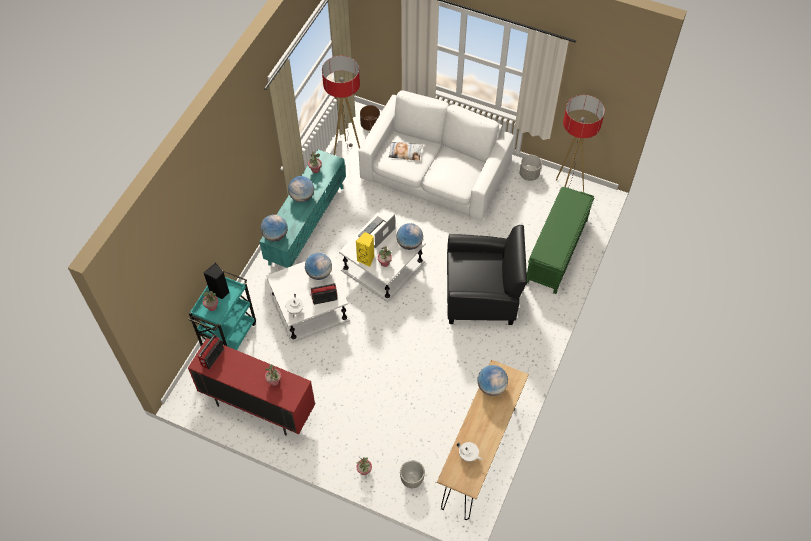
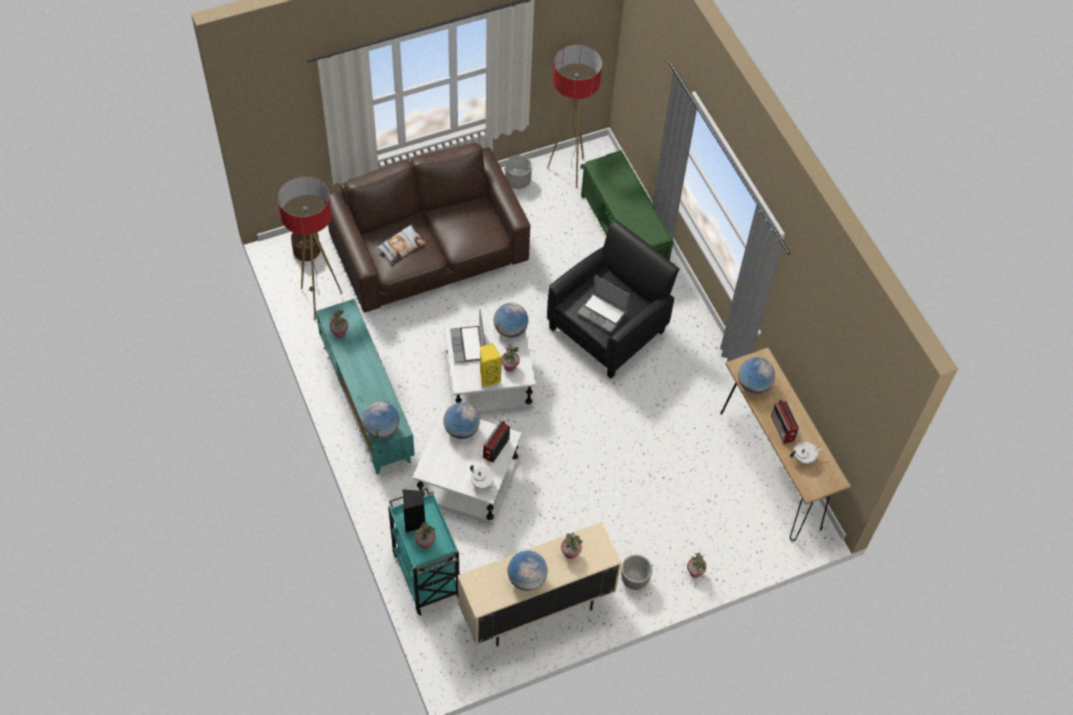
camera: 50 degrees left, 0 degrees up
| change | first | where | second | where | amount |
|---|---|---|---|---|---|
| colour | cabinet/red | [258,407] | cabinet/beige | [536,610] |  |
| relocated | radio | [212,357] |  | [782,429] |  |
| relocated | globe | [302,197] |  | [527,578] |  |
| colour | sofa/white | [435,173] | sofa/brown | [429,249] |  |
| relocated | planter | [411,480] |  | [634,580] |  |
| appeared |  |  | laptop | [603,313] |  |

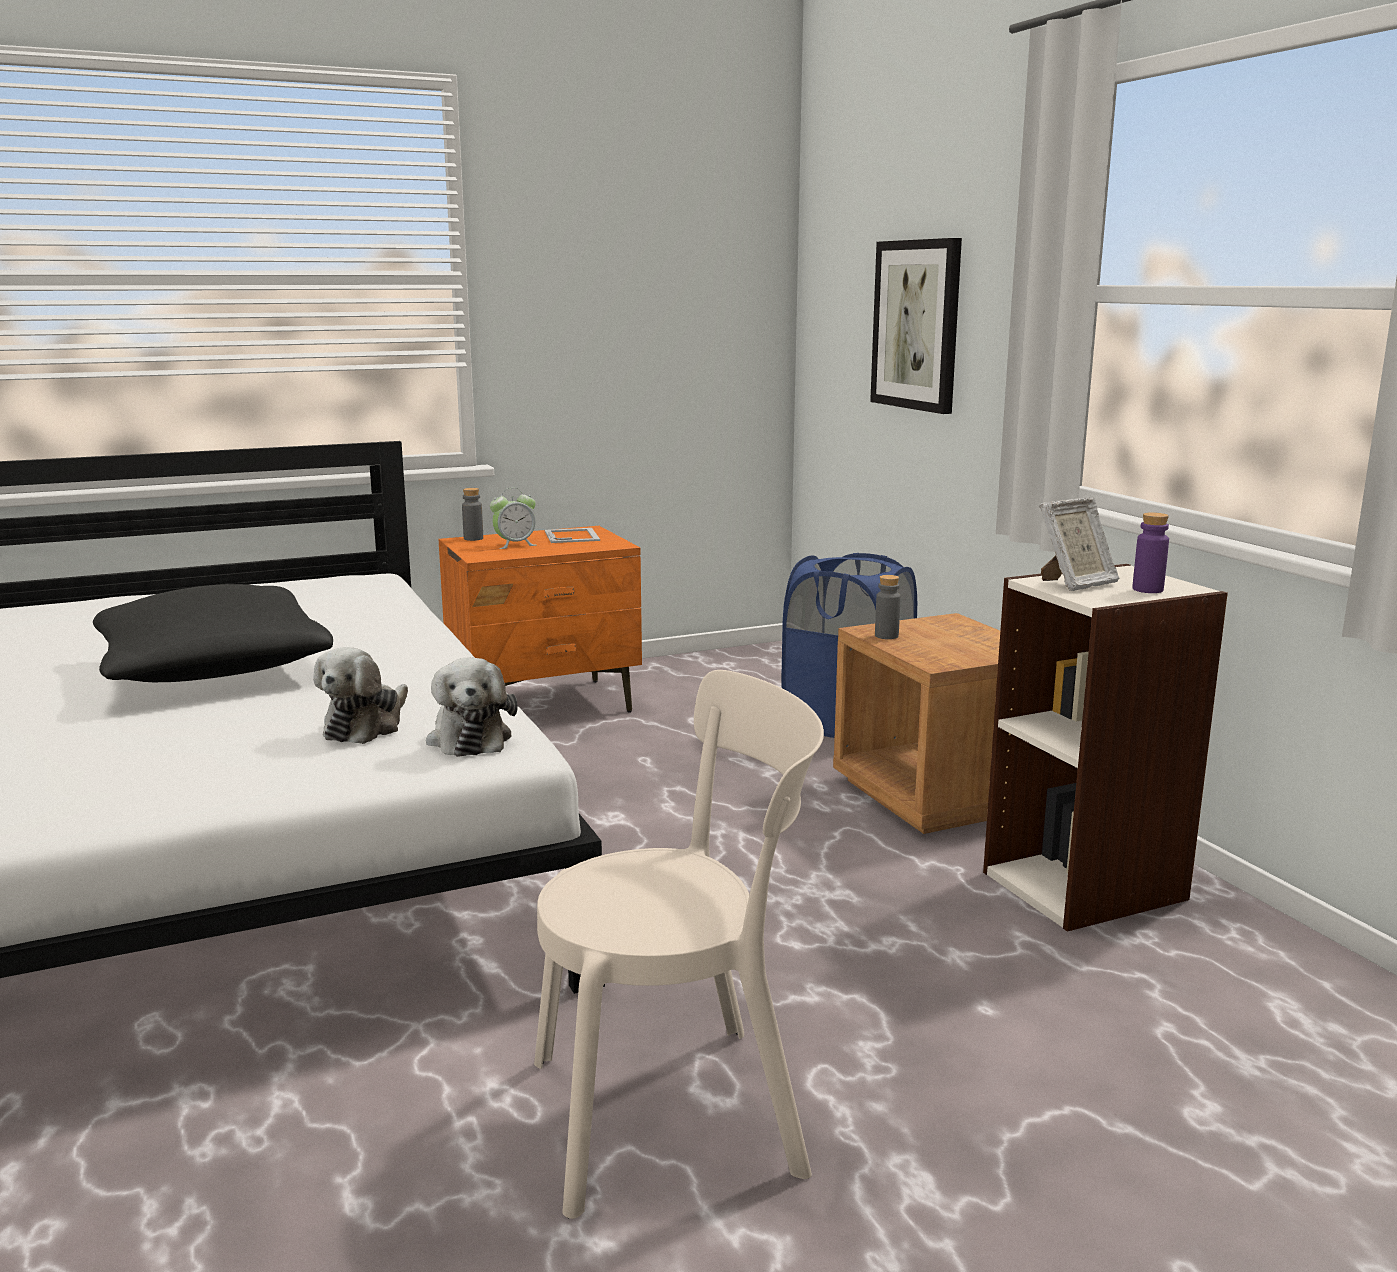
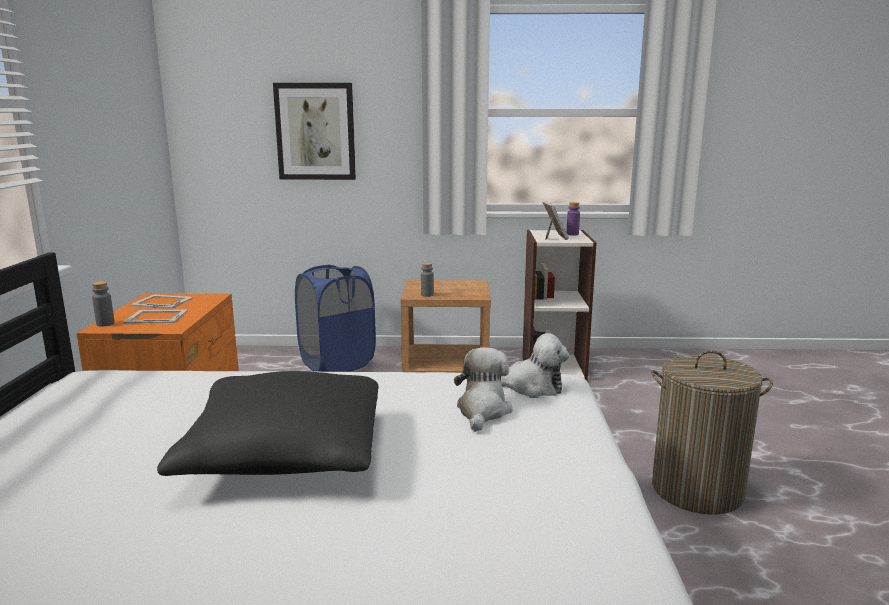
camera: 65 degrees left, 0 degrees up
| change | first | where | second | where | amount |
|---|---|---|---|---|---|
| spun | plush toy | [366,725] |  | [482,411] | 120 degrees counterclockwise |
| exchanged | alarm clock | [515,545] | picture frame | [155,316] |  |
| exchanged | chair/beige | [680,1112] | laundry basket | [697,490] |  |

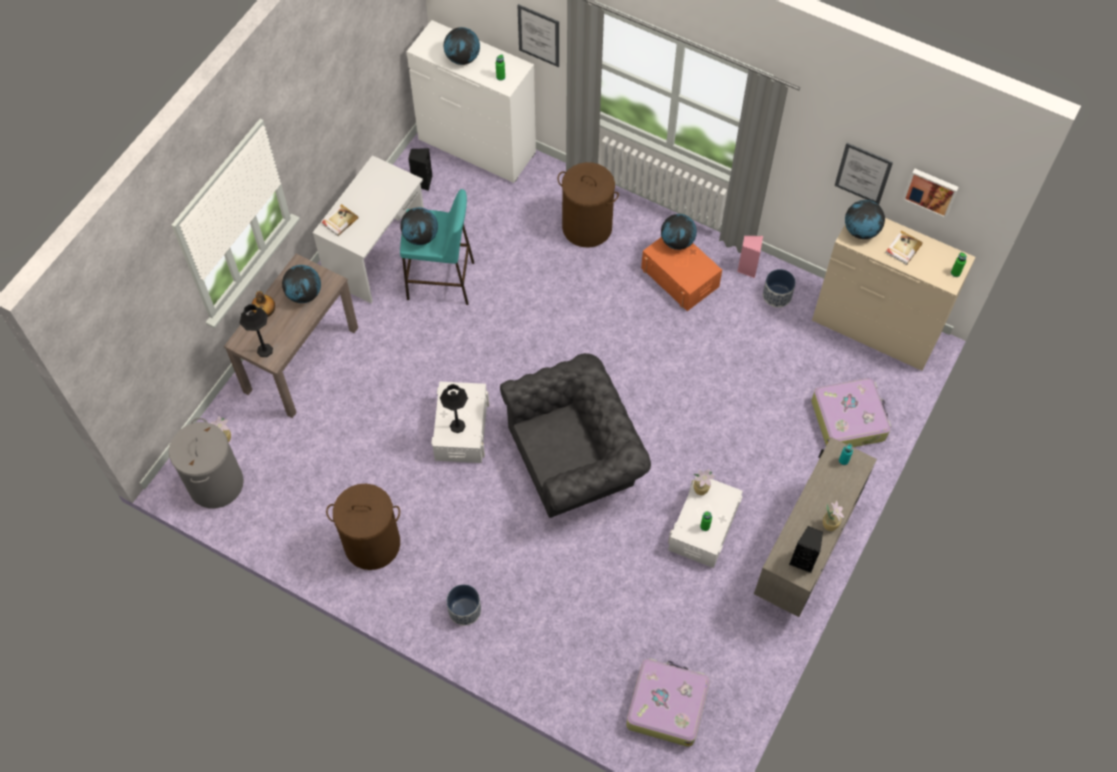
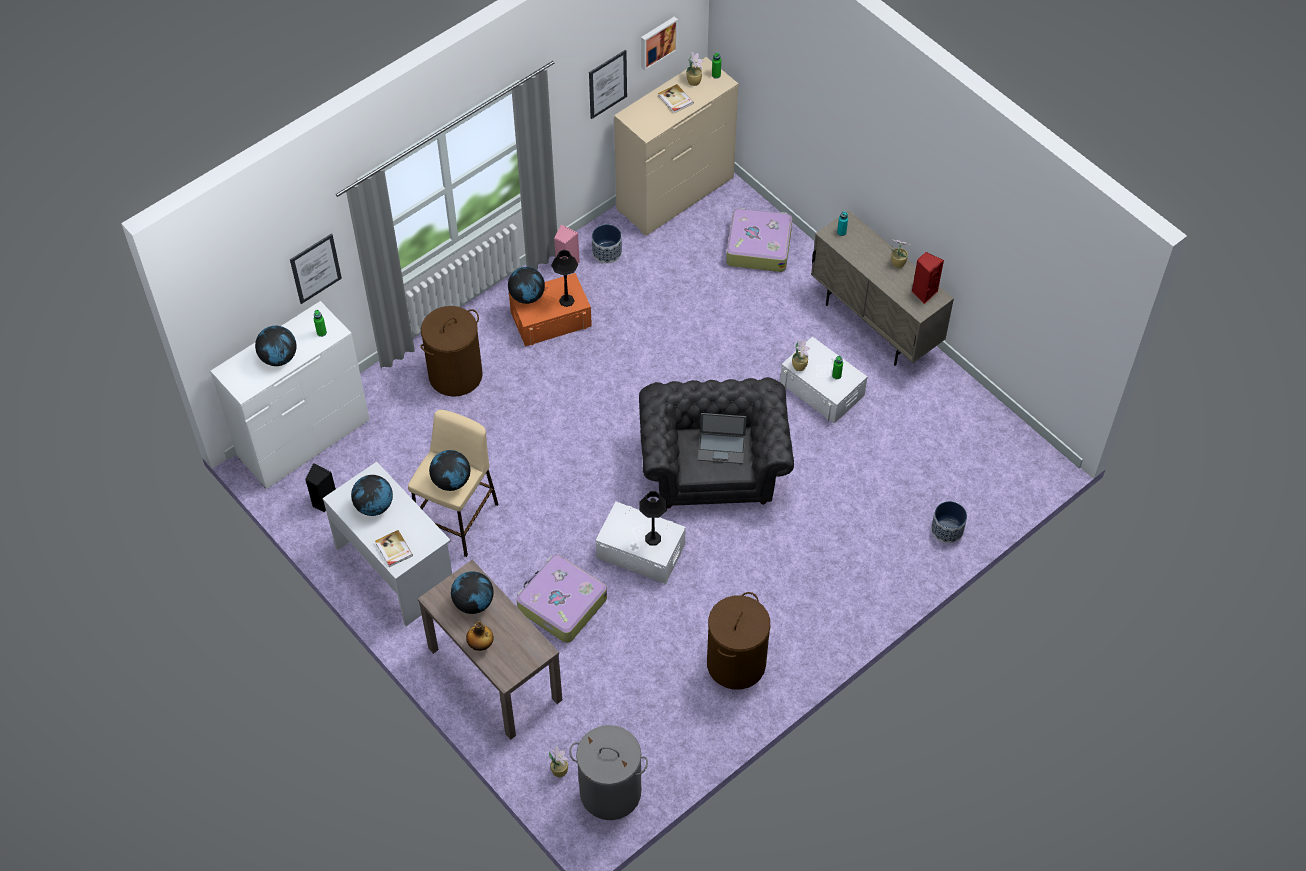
camera: 70 degrees left, 5 degrees down
| change | first | where | second | where | amount |
|---|---|---|---|---|---|
| relocated | table lamp/black | [264,350] |  | [566,300] |  |
| colour | stool/turquoise | [441,281] | stool/beige | [458,519] |  |
| relocated | planter | [465,610] |  | [947,529] |  |
| relocated | suitcase | [666,705] |  | [561,604] |  |
| colour | speaker/black | [803,560] | speaker/red | [923,292] |  |
| relocated | globe | [860,231] |  | [374,506] |  |
| appeared |  |  | potted plant | [694,81] |  |
| appeared |  |  | laptop | [722,447] |  |

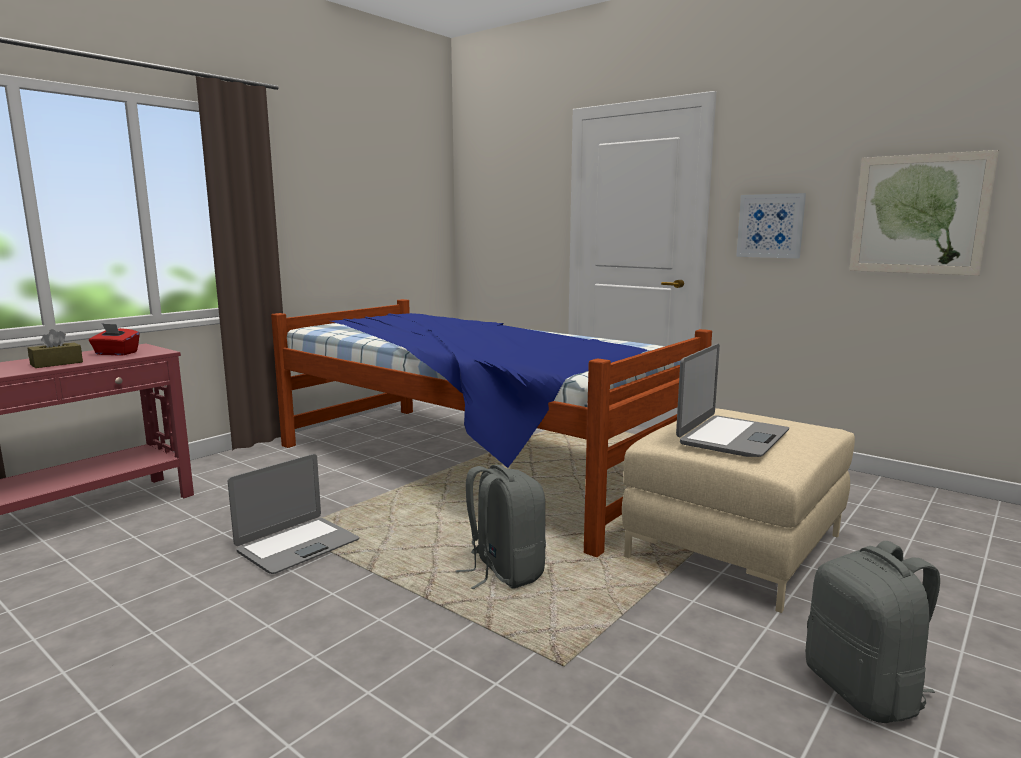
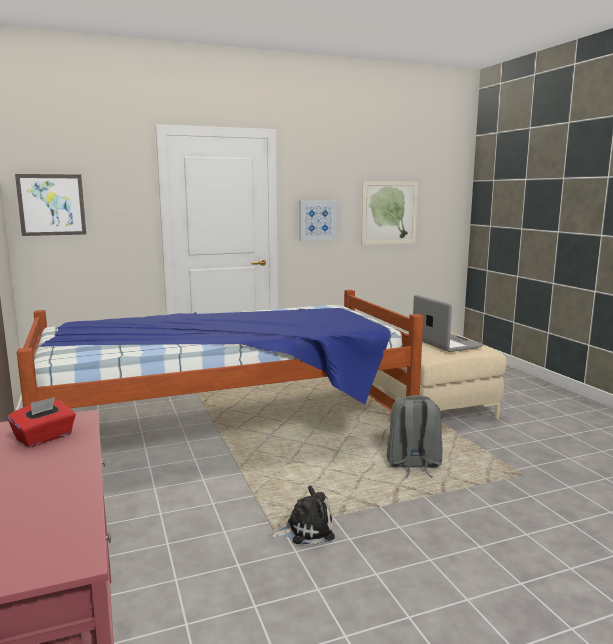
camera: 60 degrees left, 0 degrees up
| change | first | where | second | where | amount |
|---|---|---|---|---|---|
| missing | tissue box/brown | [56,363] |  |  |  |
| exchanged | laptop | [297,546] | plush toy | [306,530] |  |
| missing | backpack/grey | [864,691] |  |  |  |
| appeared |  |  | picture | [51,205] |  |

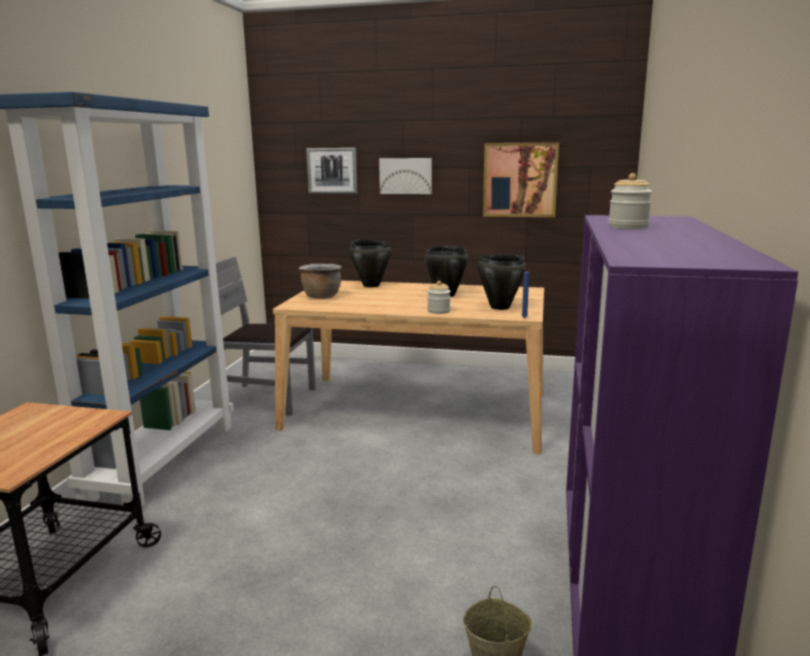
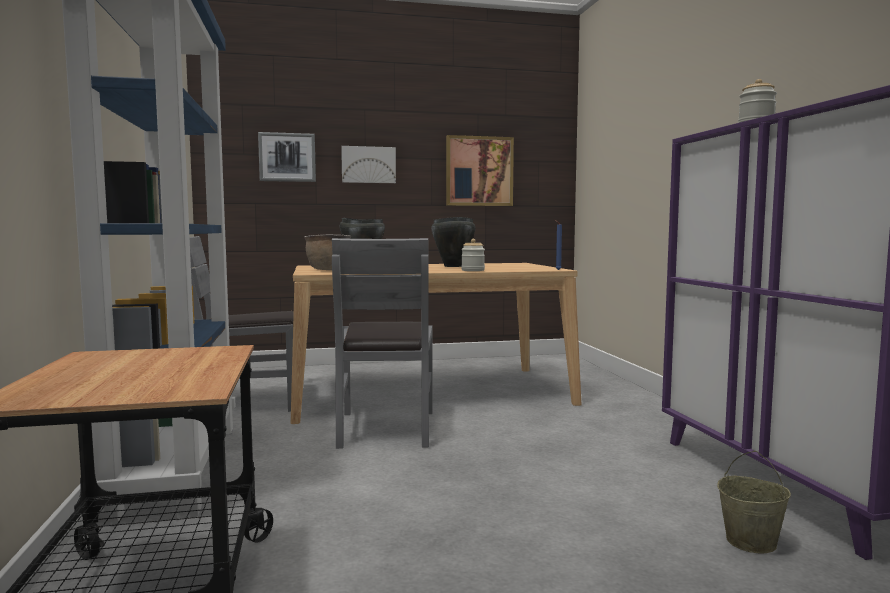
camera: 25 degrees left, 10 degrees down
| change | first | where | second | where | amount |
|---|---|---|---|---|---|
| missing | cooking pot/black | [499,307] |  |  |  |
| appeared |  |  | chair/grey | [385,428] |  |

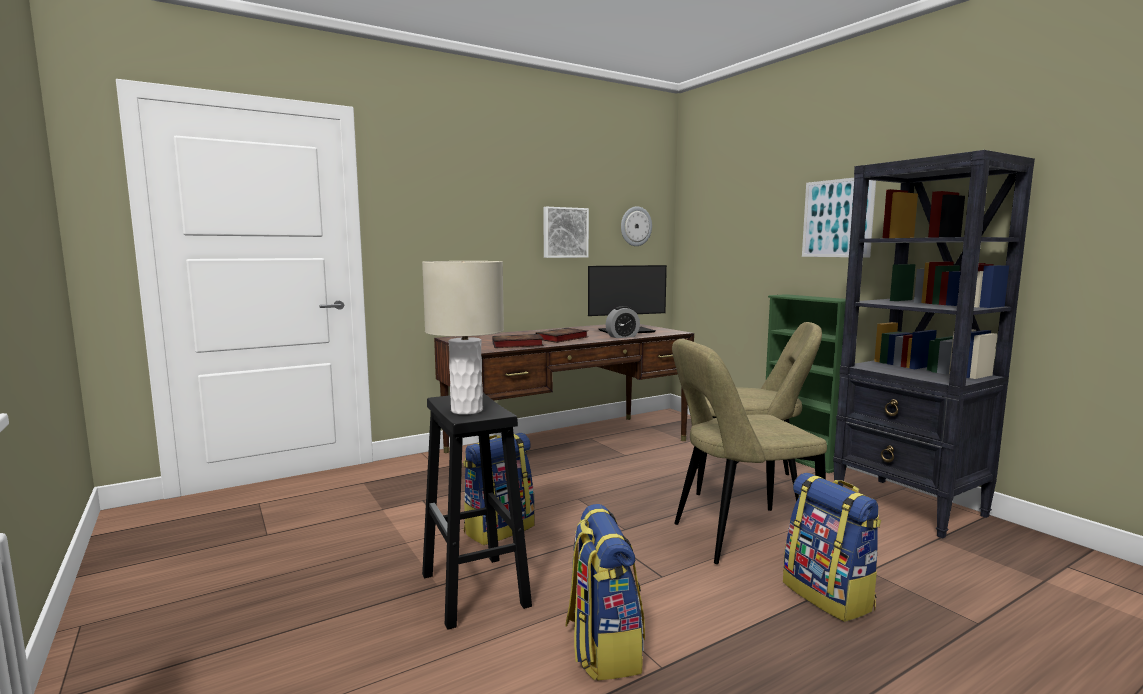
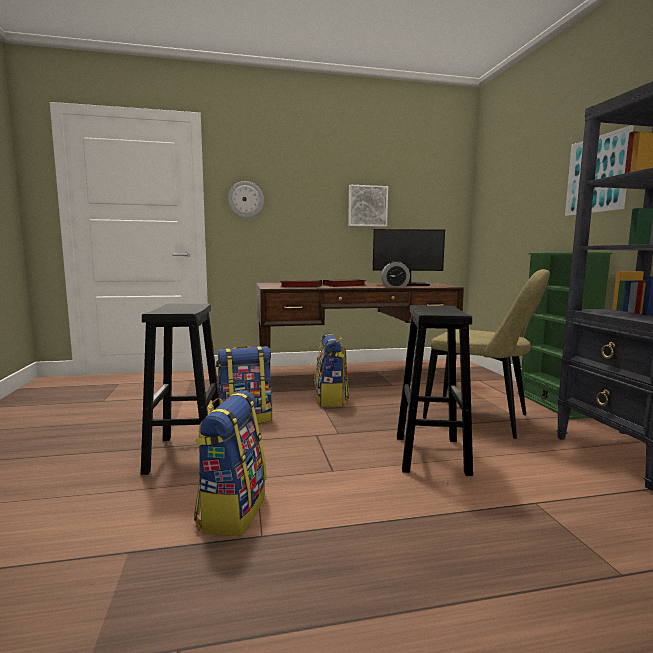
camera: 20 degrees right, 0 degrees up
| change | first | where | second | where | amount |
|---|---|---|---|---|---|
| missing | table lamp/beige | [466,410] |  |  |  |
| relocated | wall clock | [635,226] |  | [246,199] |  |
| exchanged | chair/beige | [738,536] | stool/black | [430,454] |  |
| relocated | backpack | [829,596] |  | [331,399] |  |

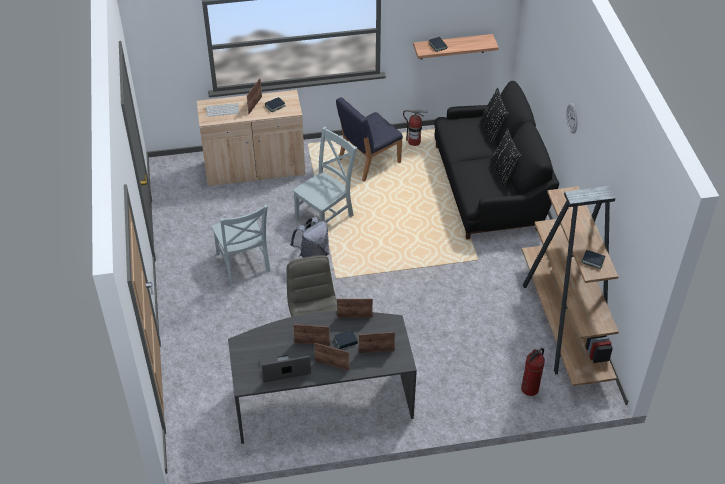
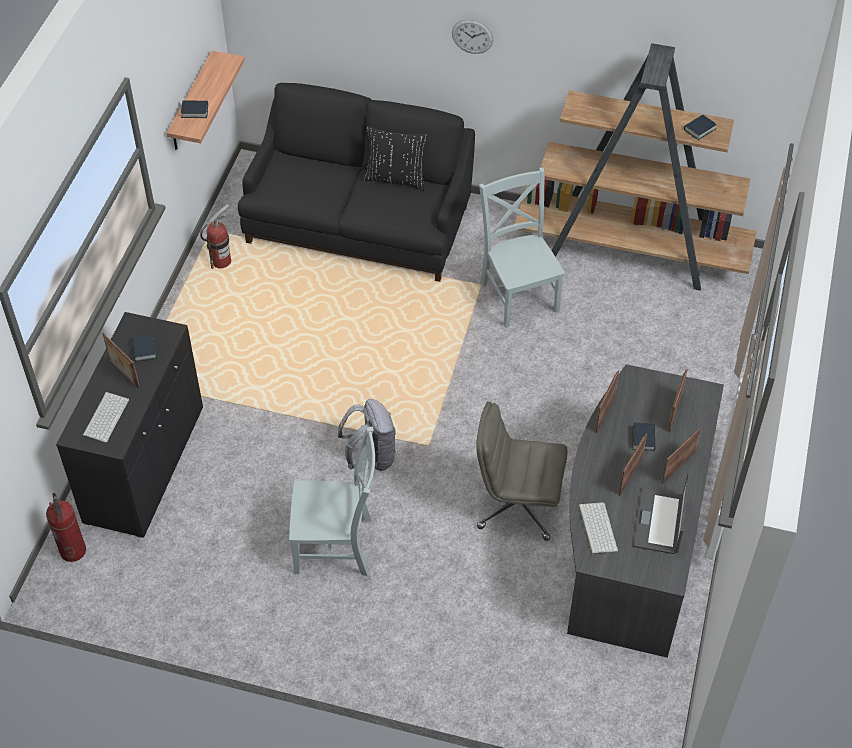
camera: 65 degrees left, 5 degrees up
| change | first | where | second | where | amount |
|---|---|---|---|---|---|
| colour | cabinet/beige | [255,169] | cabinet/black | [145,465] |  |
| relocated | chair/grey | [326,215] |  | [518,294] |  |
| missing | chair/blue | [368,161] |  |  |  |
| missing | pillow/black | [492,130] |  |  |  |
| relocated | fire extinguisher | [530,389] |  | [73,551] |  |
| appeared |  |  | keyboard | [596,528] |  |

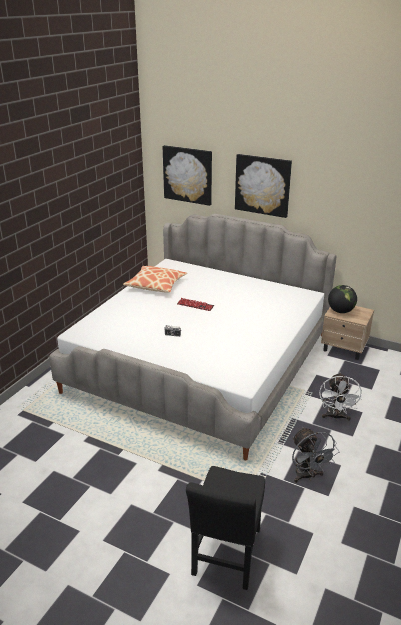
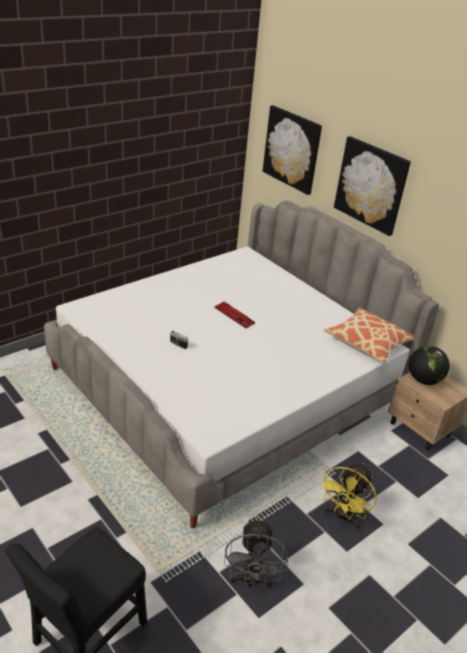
camera: 20 degrees right, 5 degrees up
| change | first | where | second | where | amount |
|---|---|---|---|---|---|
| relocated | pillow | [156,285] |  | [368,342] |  |
| colour | fan/white | [335,417] | fan/yellow | [343,517] |  |

